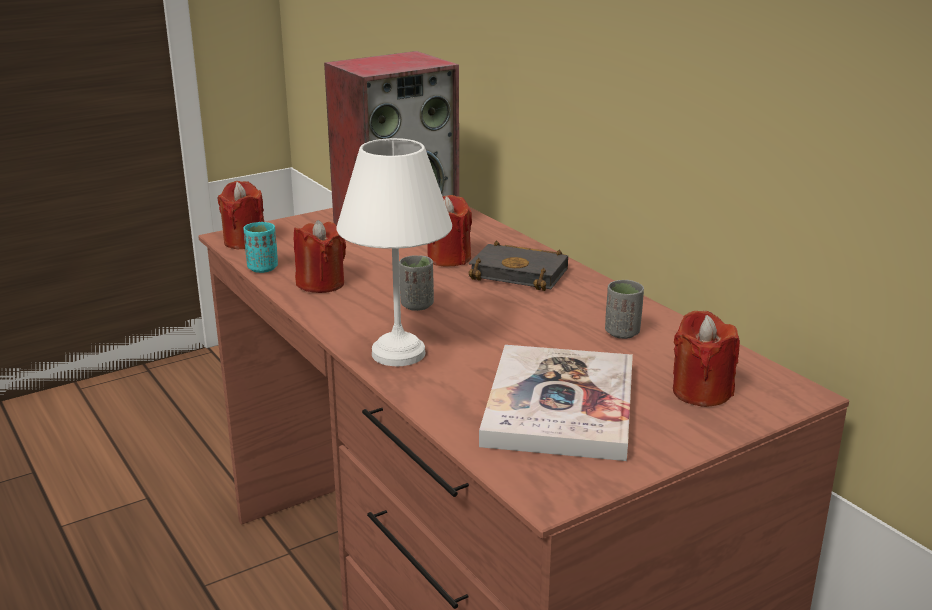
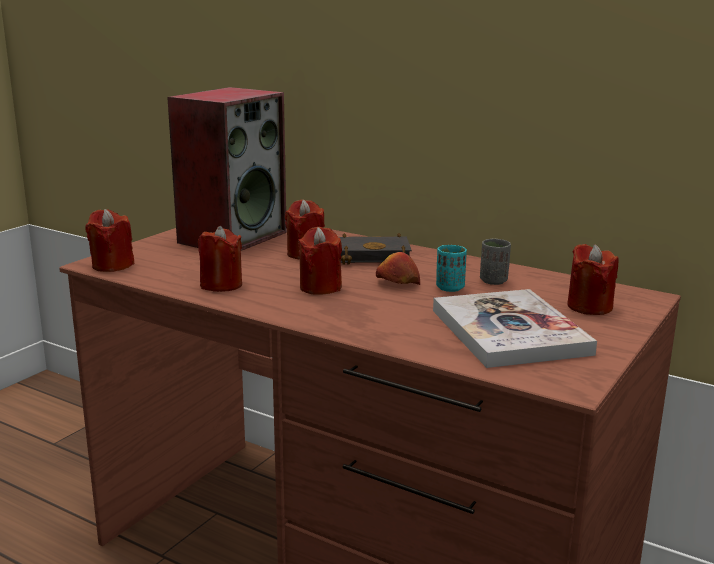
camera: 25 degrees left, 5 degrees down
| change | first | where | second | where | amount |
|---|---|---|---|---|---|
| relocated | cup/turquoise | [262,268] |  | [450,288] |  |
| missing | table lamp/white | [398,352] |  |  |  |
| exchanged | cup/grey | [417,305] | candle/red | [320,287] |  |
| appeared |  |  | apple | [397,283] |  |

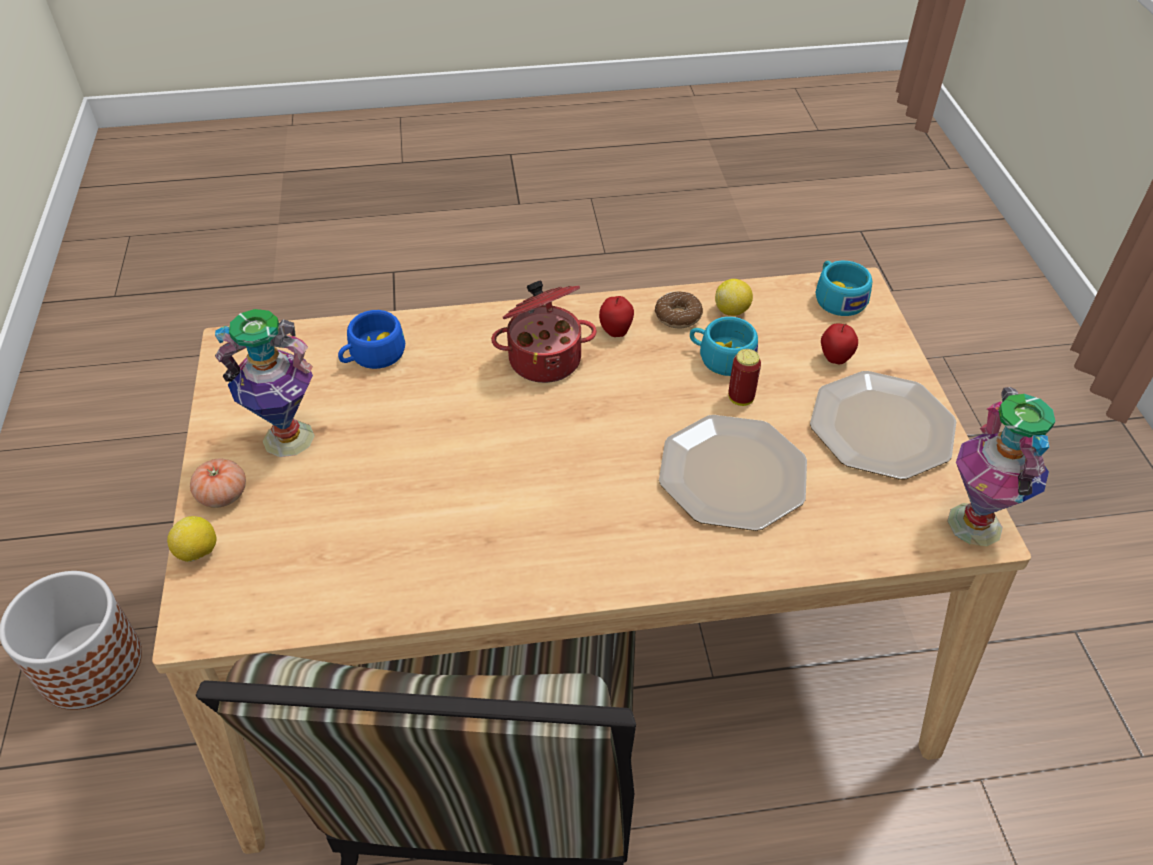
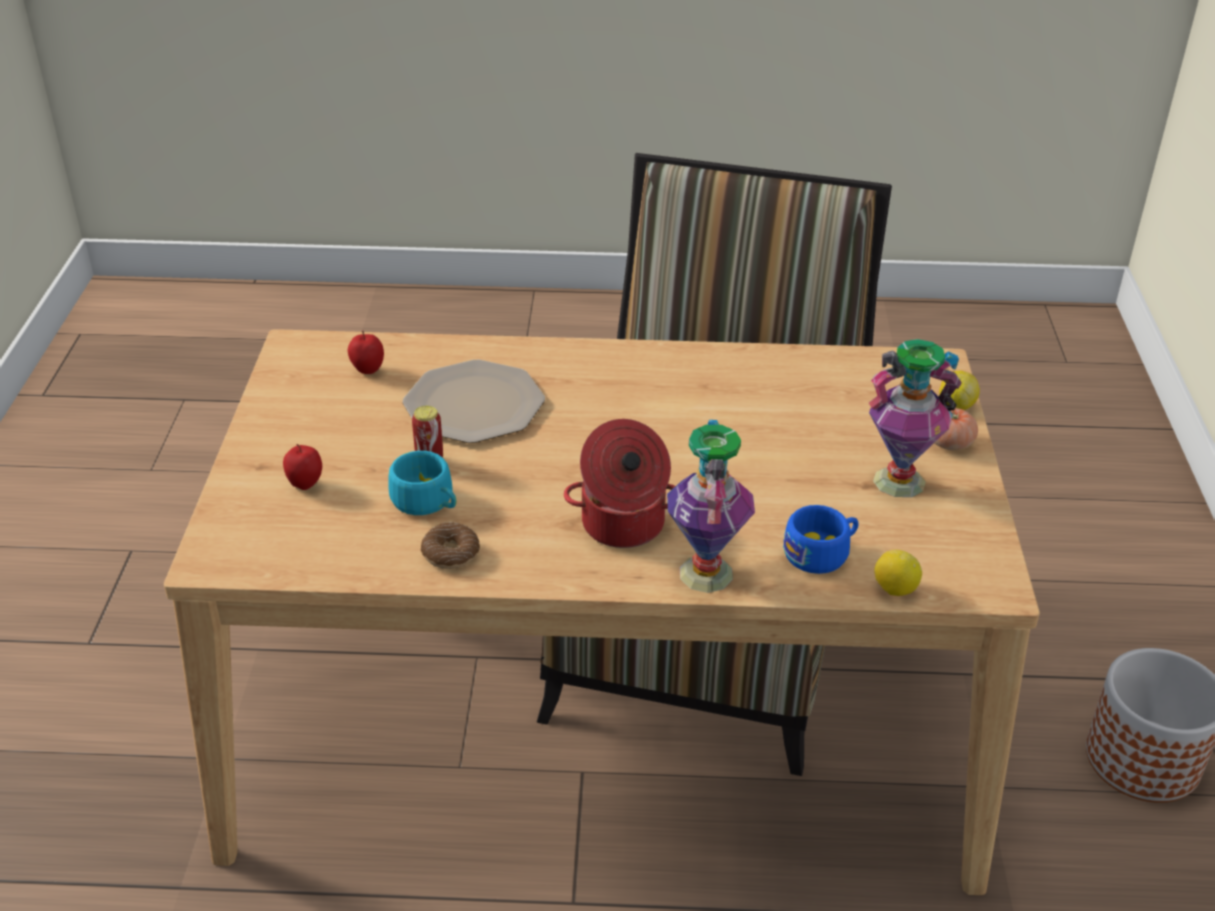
camera: 170 degrees left, 10 degrees down
| change | first | where | second | where | amount |
|---|---|---|---|---|---|
| relocated | apple | [615,331] |  | [368,371] |  |
| relocated | lemon | [732,311] |  | [894,589] |  |
| missing | plate | [880,425] |  |  |  |
| missing | cup/turquoise | [837,297] |  |  |  |
| relocated | vase | [976,524] |  | [704,572] |  |

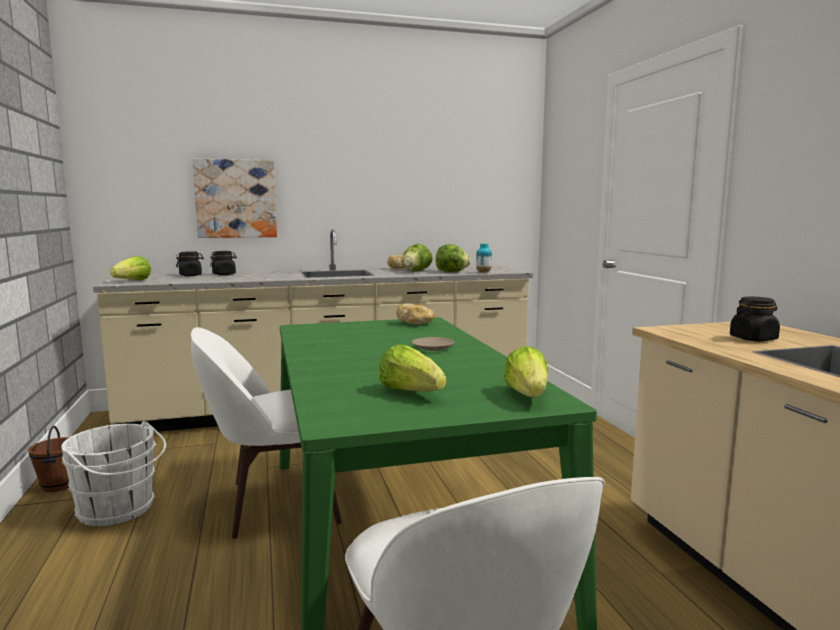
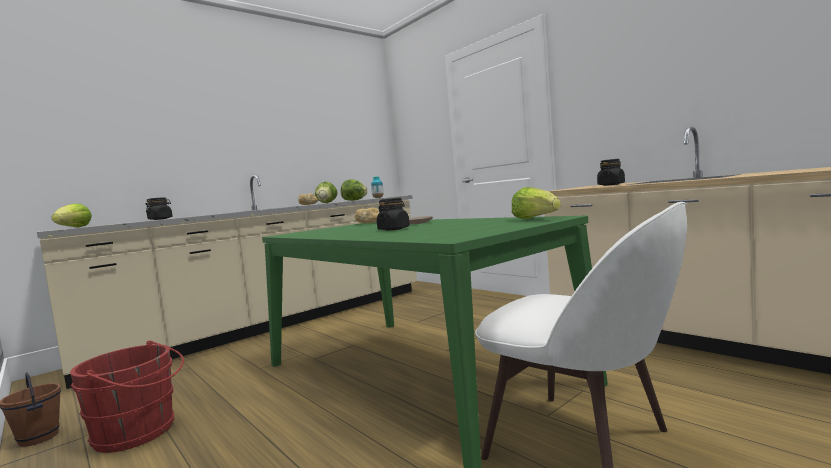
camera: 25 degrees left, 5 degrees down
| change | first | where | second | where | amount |
|---|---|---|---|---|---|
| colour | bucket/white | [118,510] | bucket/red | [139,432] |  |
| relocated | jar/black | [190,275] |  | [393,229] |  |
| missing | chair/white | [278,502] |  |  |  |
| missing | picture | [236,199] |  |  |  |
| missing | lettuce | [411,392] |  |  |  |

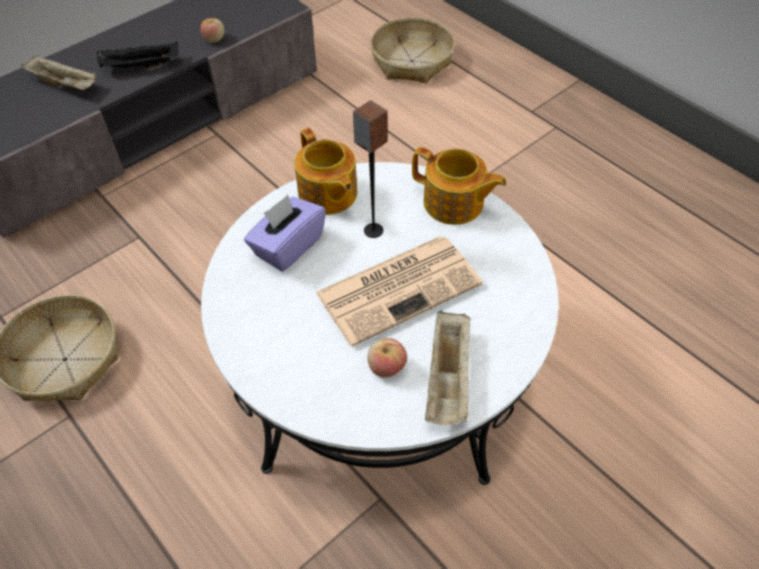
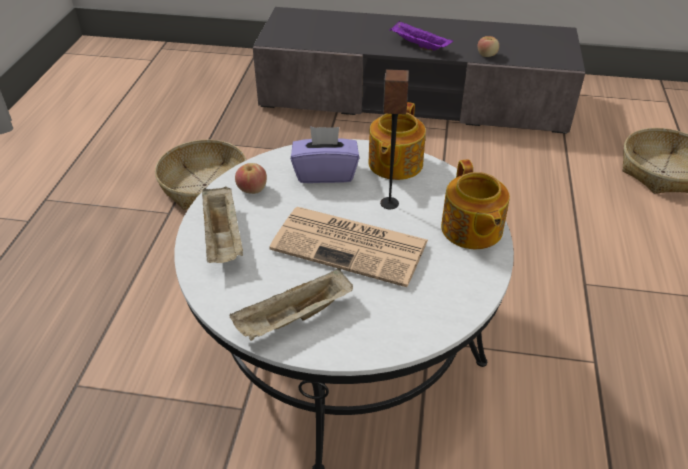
camera: 50 degrees right, 10 degrees down
| change | first | where | second | where | amount |
|---|---|---|---|---|---|
| relocated | tray/beige | [65,85] |  | [223,238] |  |
| colour | tray/black | [140,67] | tray/purple | [418,46] |  |
| relocated | apple | [386,367] |  | [252,189] |  |

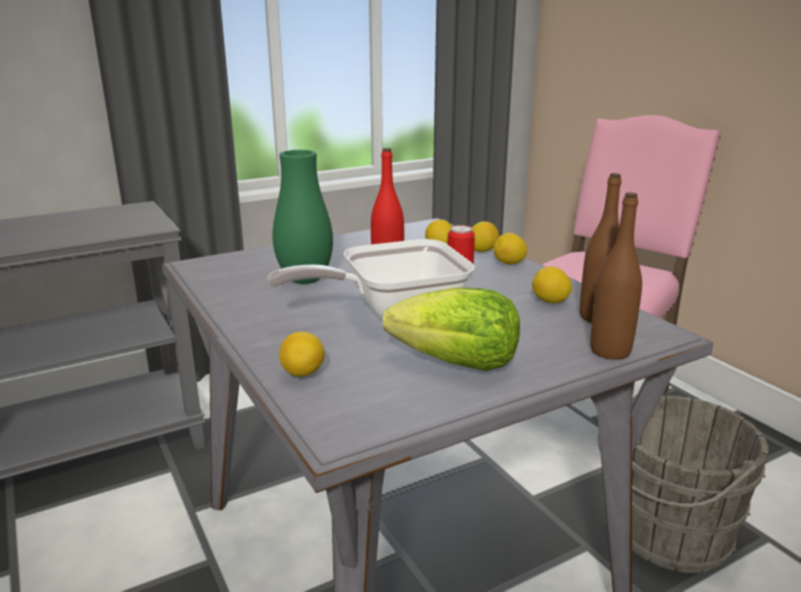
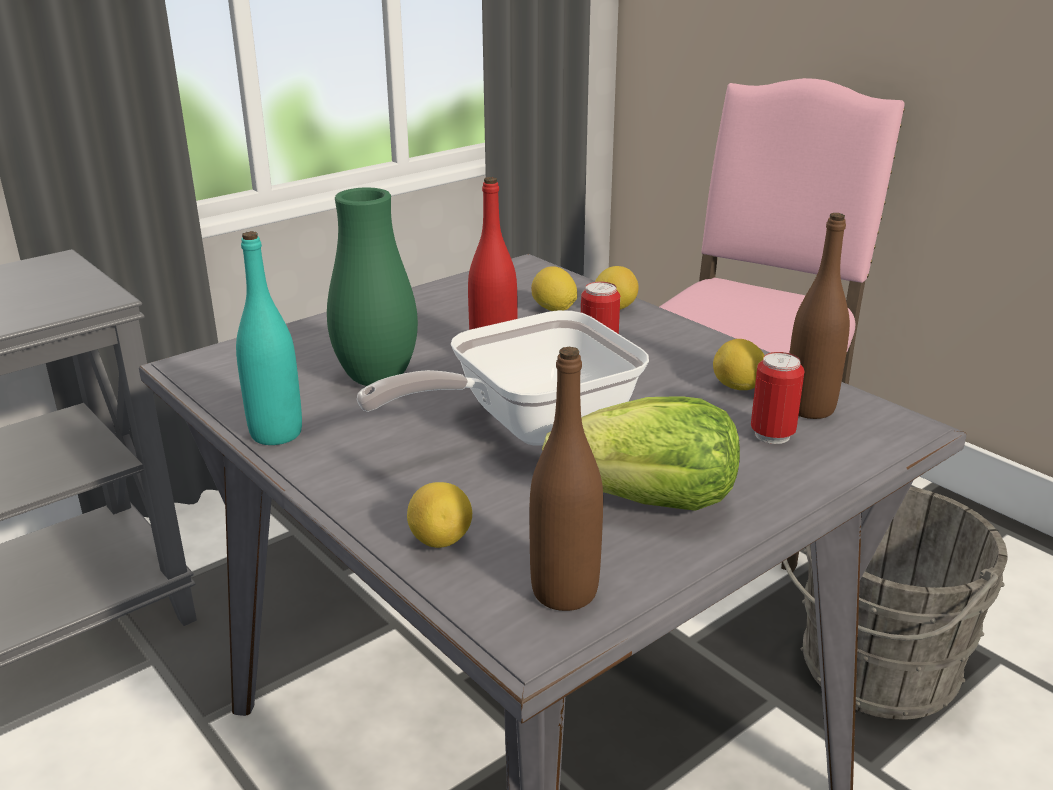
camera: 10 degrees left, 5 degrees up
| change | first | where | second | where | amount |
|---|---|---|---|---|---|
| missing | lemon | [509,264] |  |  |  |
| relocated | bottle/brown | [610,351] |  | [564,592] |  |
| appeared |  |  | bottle/turquoise | [276,433] |  |
| appeared |  |  | can | [772,435] |  |

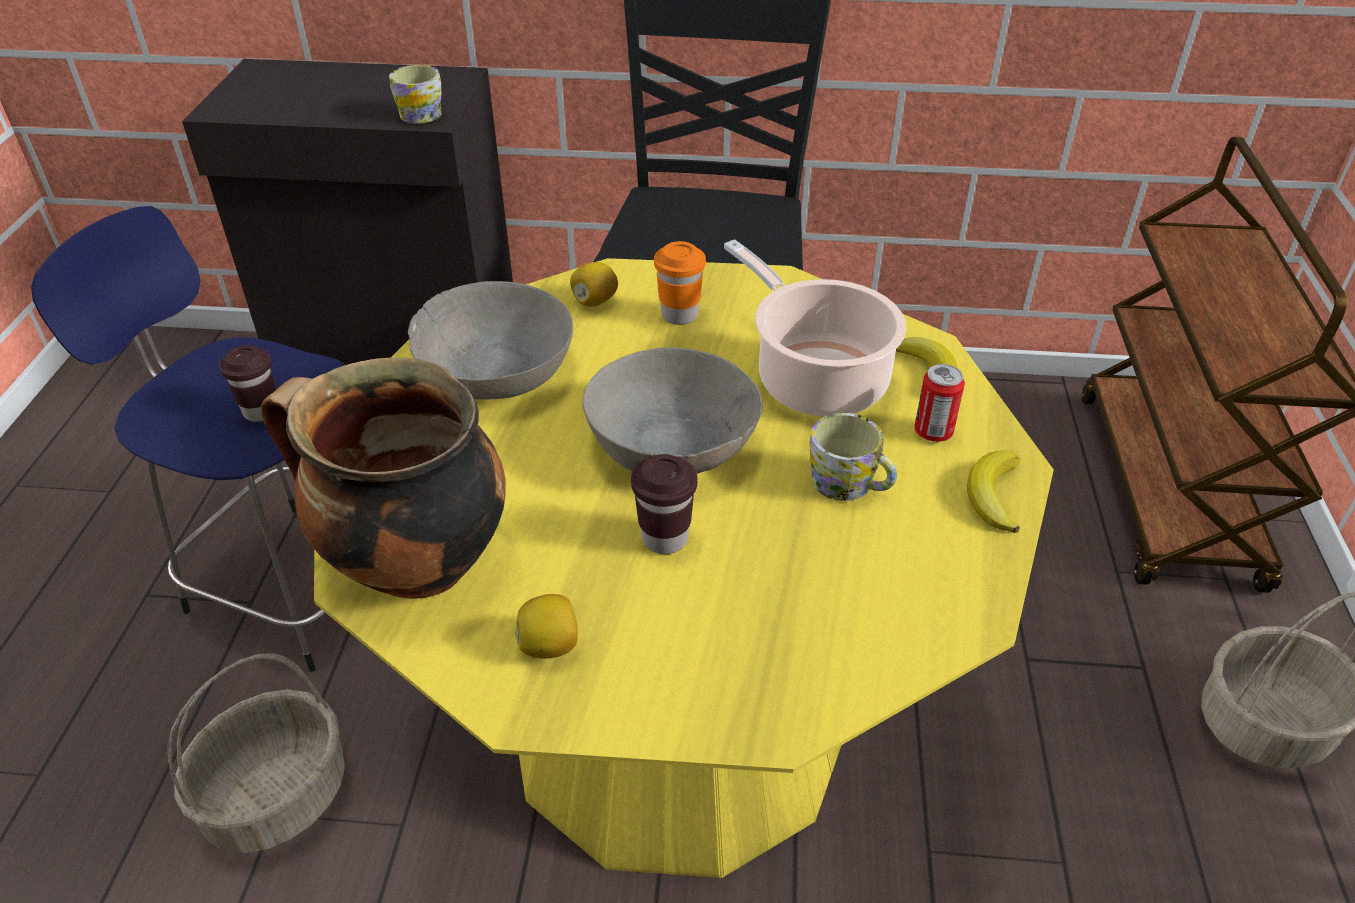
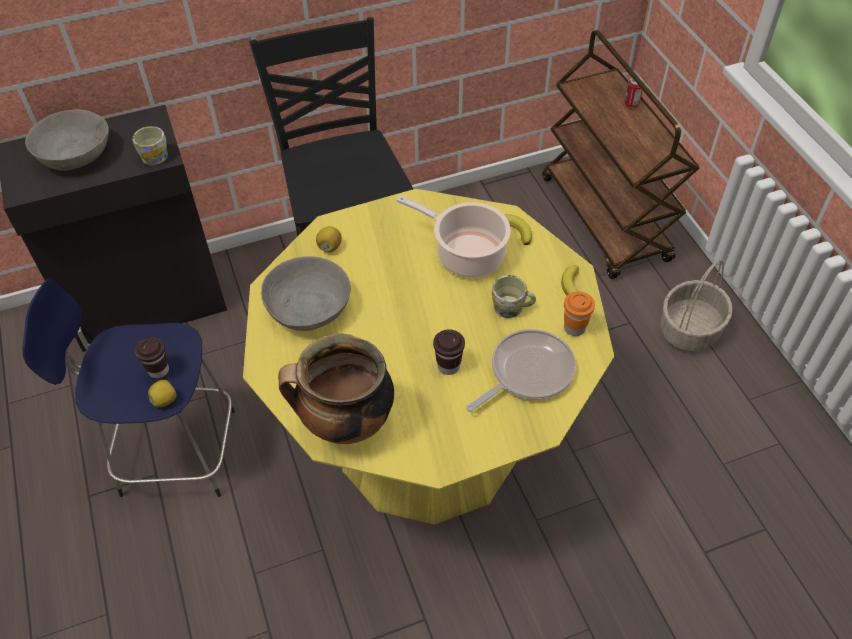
camera: 25 degrees left, 10 degrees up
| change | first | where | second | where | amount |
|---|---|---|---|---|---|
| missing | basket | [276,799] |  |  |  |
| relocated | lemon | [550,645] |  | [165,400] |  |
| relocated | bowl/grey | [671,443] |  | [75,154] |  |
| relocated | cup/orange | [679,315] |  | [574,328] |  |
| relocated | can | [933,432] |  | [631,104] |  |
| appeared |  |  | frying pan | [527,372] |  |

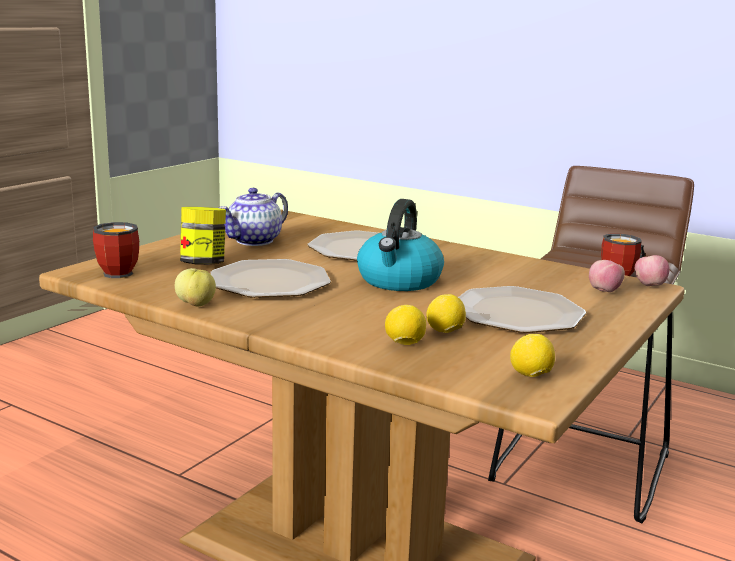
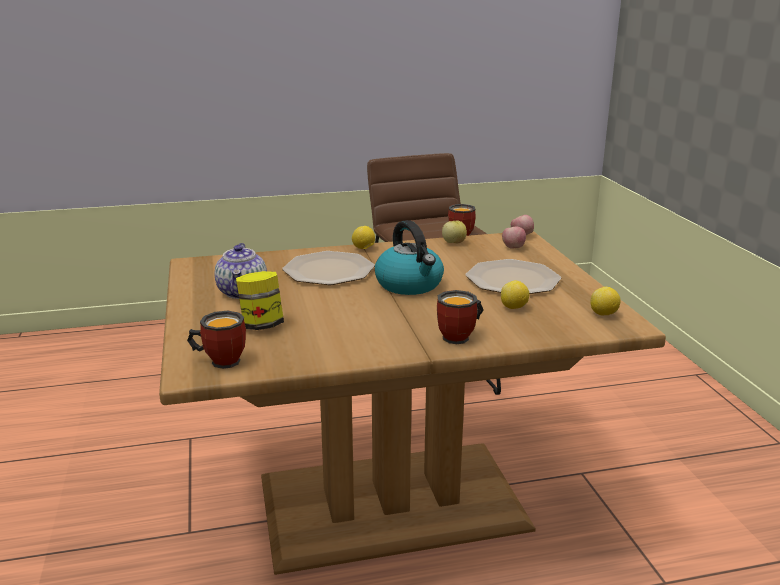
camera: 45 degrees left, 5 degrees up
| change | first | where | second | where | amount |
|---|---|---|---|---|---|
| relocated | apple | [196,304] |  | [453,243] |  |
| missing | plate | [271,281] |  |  |  |
| relocated | lemon | [404,344] |  | [363,248] |  |
| appeared |  |  | mug | [461,337] |  |

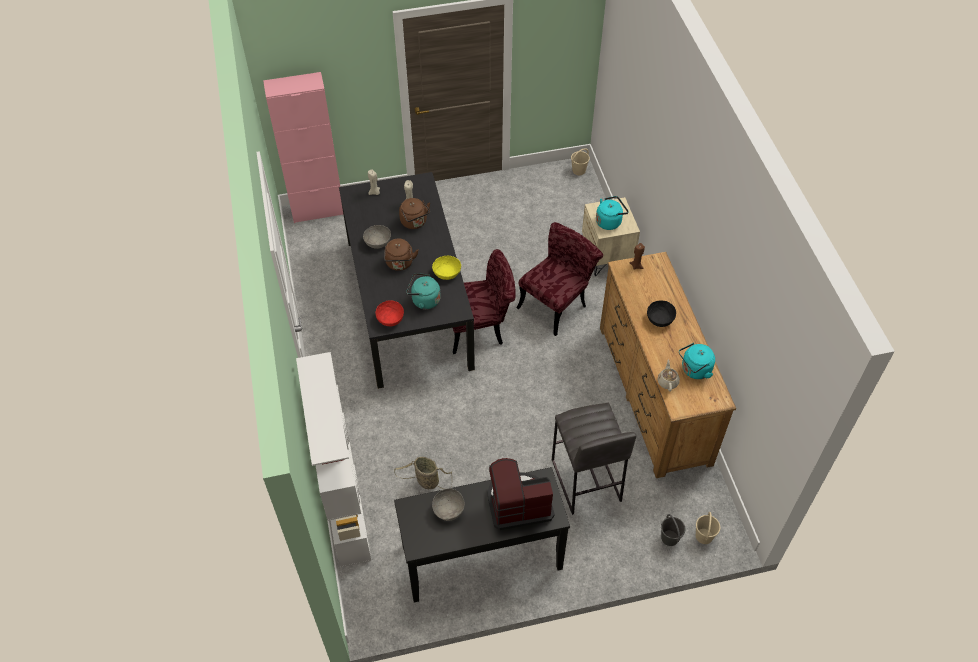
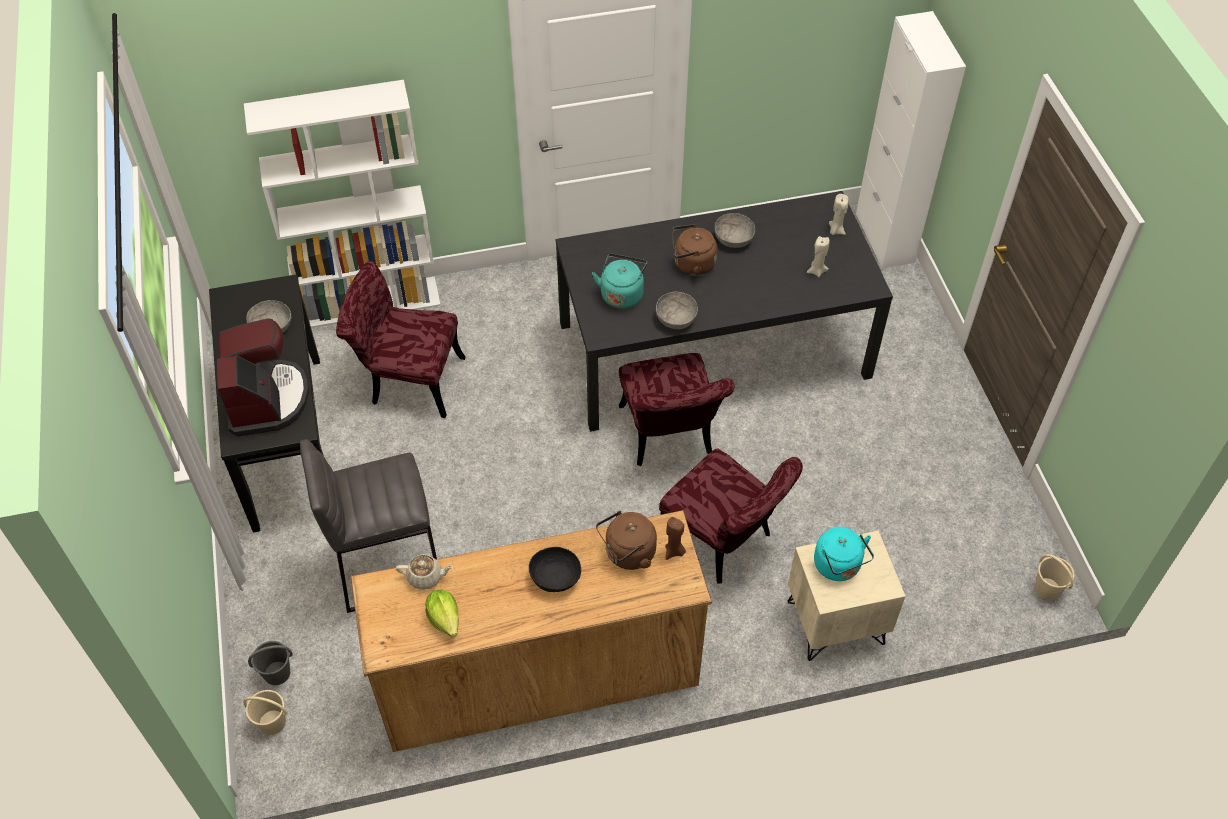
camera: 90 degrees right, 0 degrees up
| change | first | where | second | where | amount |
|---|---|---|---|---|---|
| colour | cabinet/pink | [318,210] | cabinet/white | [884,238] |  |
| missing | bowl/red | [390,318] |  |  |  |
| exchanged | basket | [426,481] | chair/red | [408,380] |  |
| relocated | kettle/brown | [415,222] |  | [627,554] |  |
| colour | bowl/yellow | [447,273] | bowl/grey | [676,318] |  |
| exchanged | kettle/turquoise | [694,370] | lettuce | [445,619] |  |

